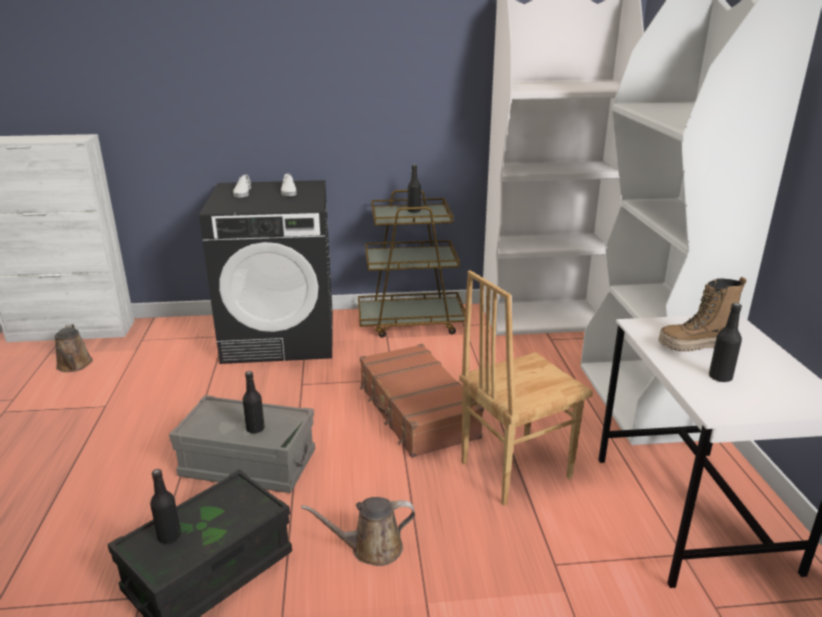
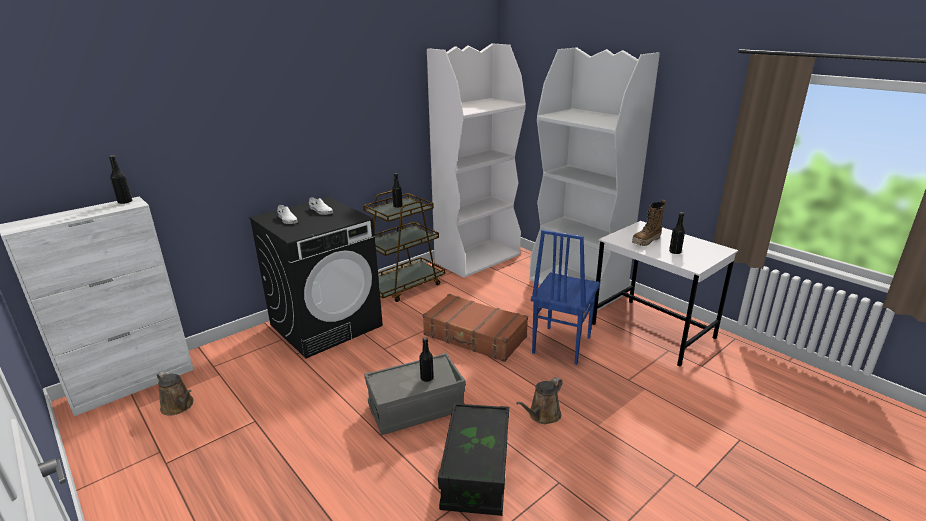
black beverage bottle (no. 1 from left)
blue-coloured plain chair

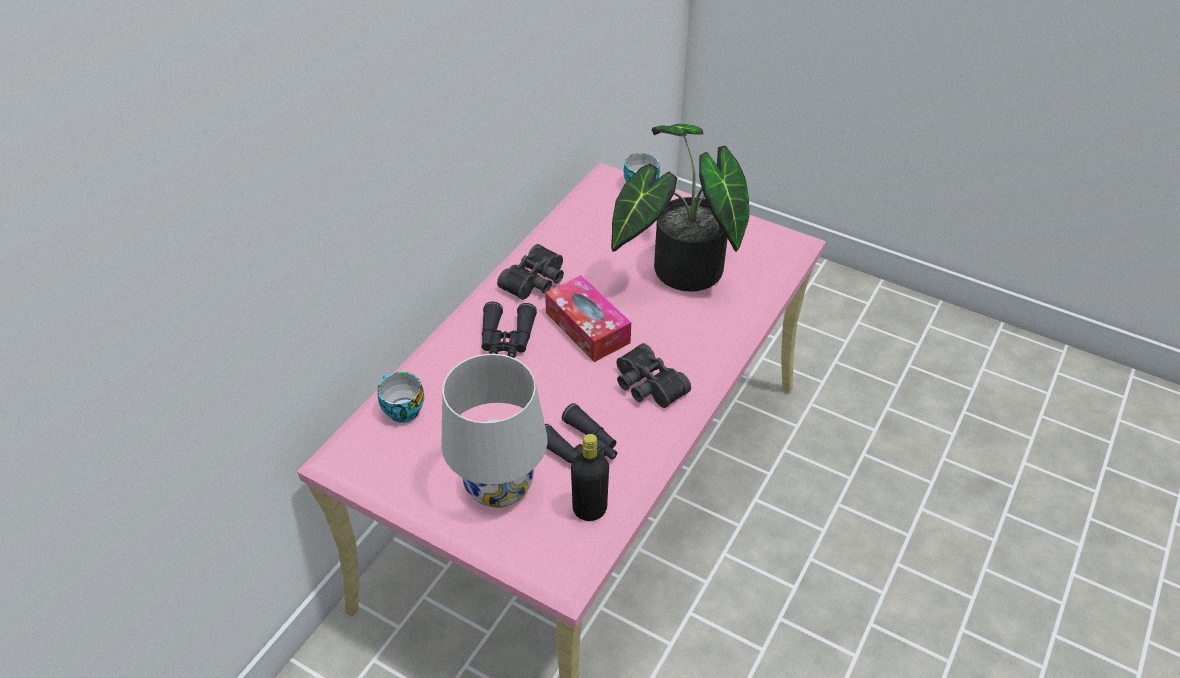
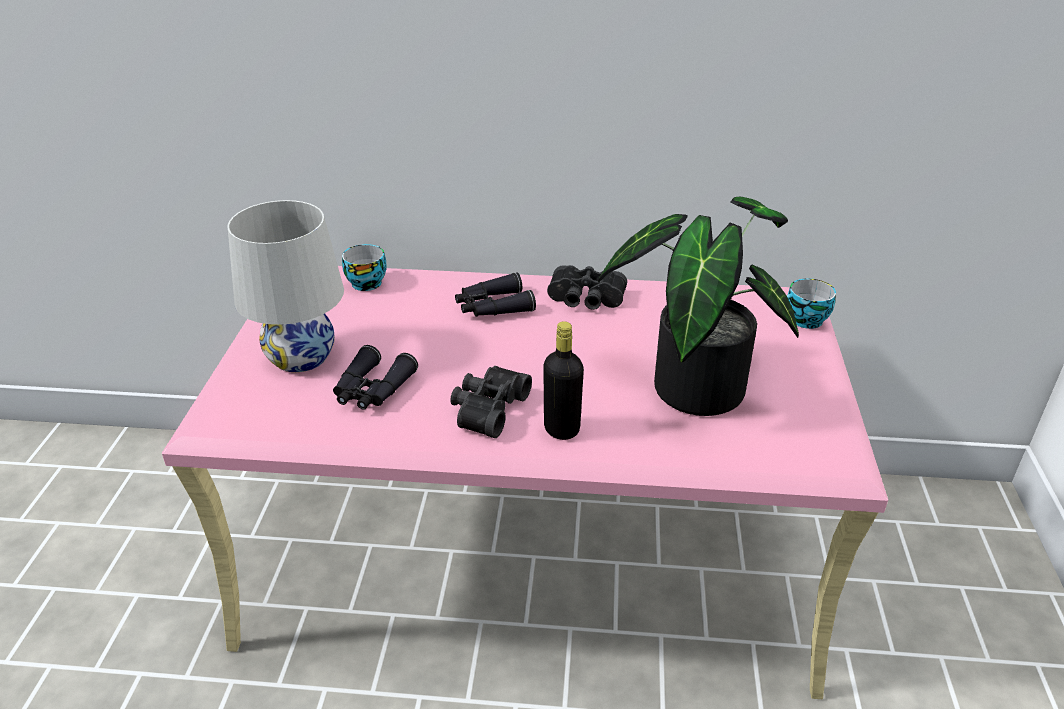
black beverage bottle
tissue holder

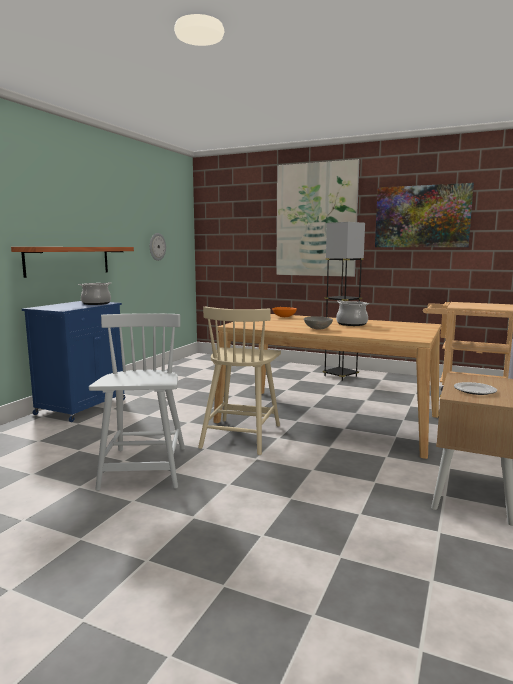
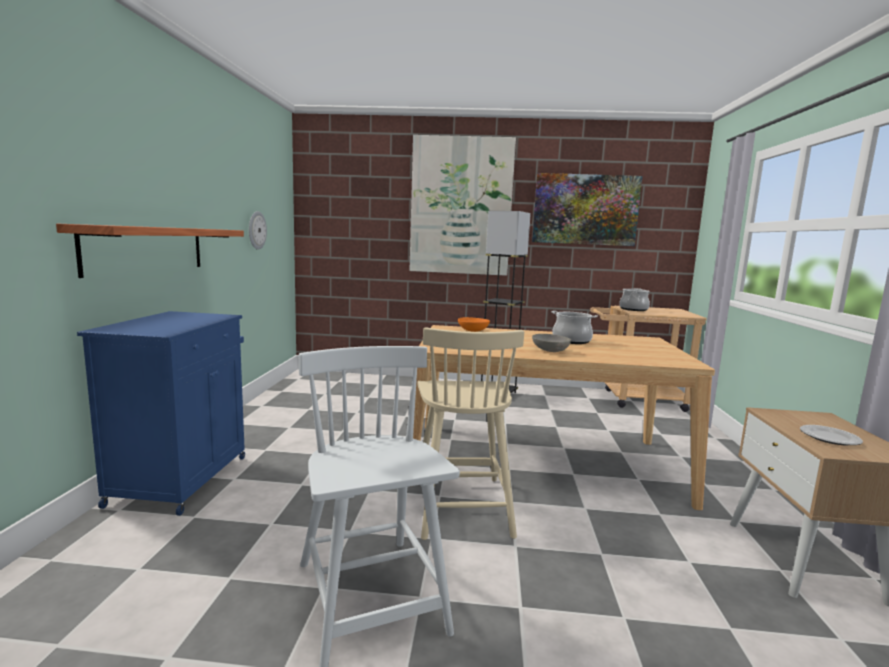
cooking pot (no. 2 from left)

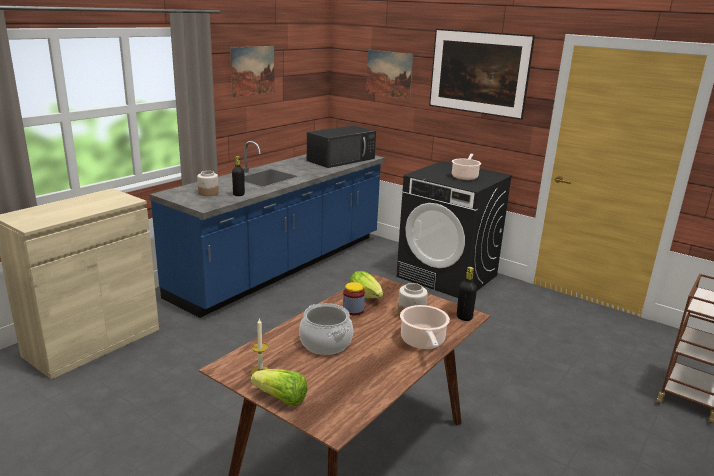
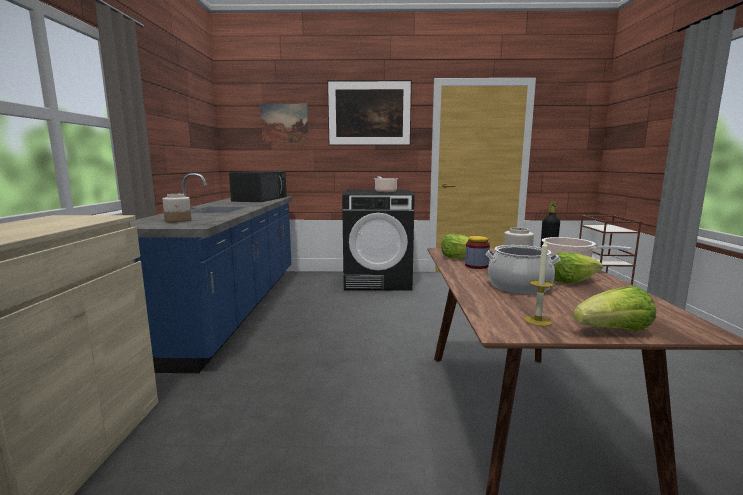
head of lettuce (no. 2 from left)
wall art (no. 1 from left in the first image)
black beverage bottle (no. 1 from left in the first image)

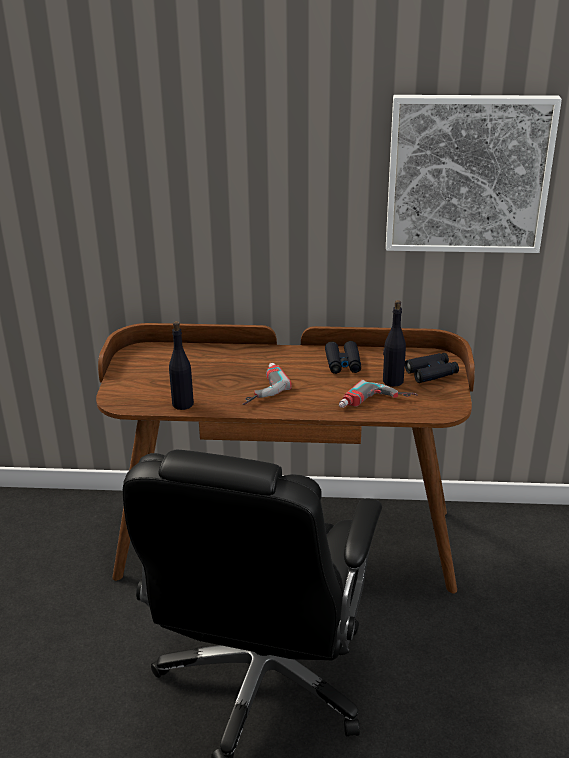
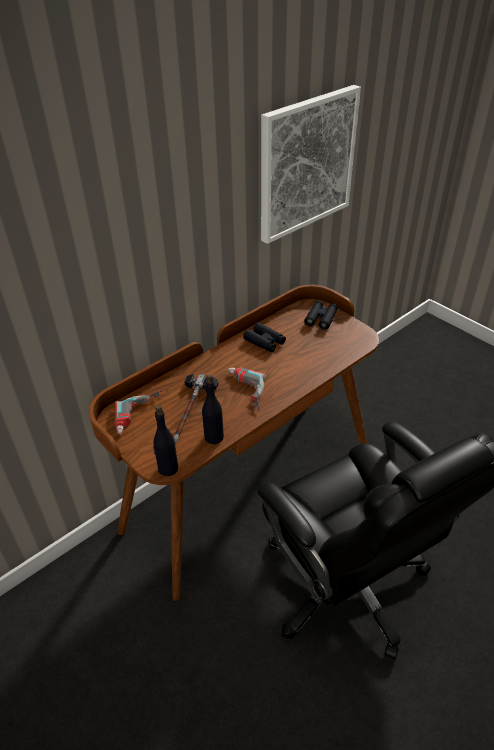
electric drill (no. 1 from left)
black beverage bottle (no. 1 from left)
tool hammer

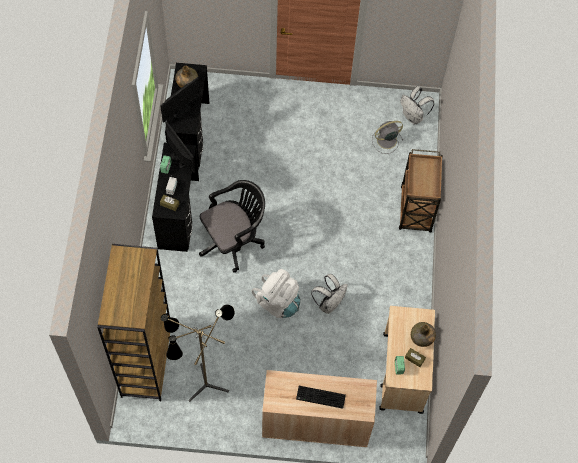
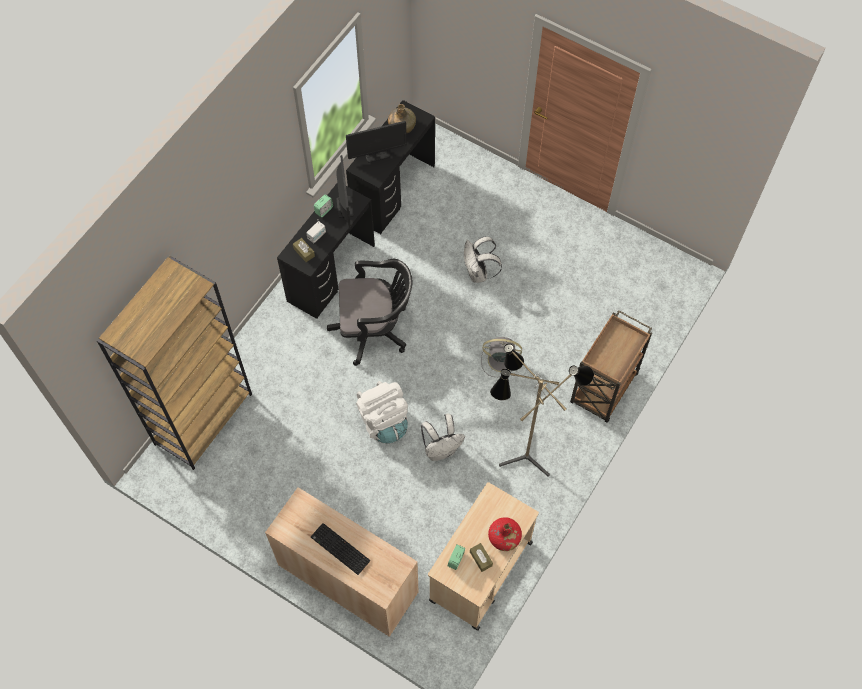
white backpack (no. 3 from left)
gray electric fan
red beverage bottle
standing lamp

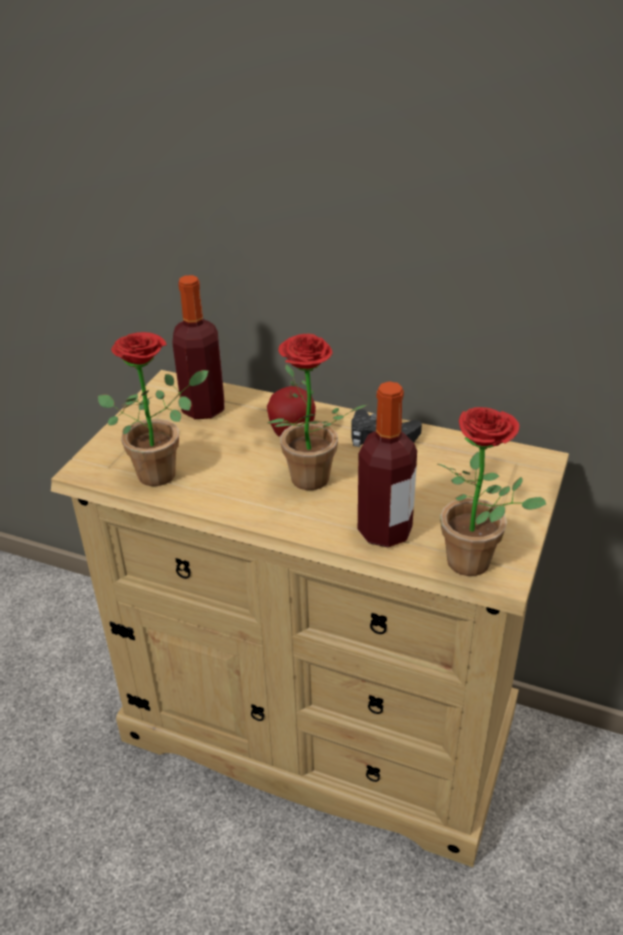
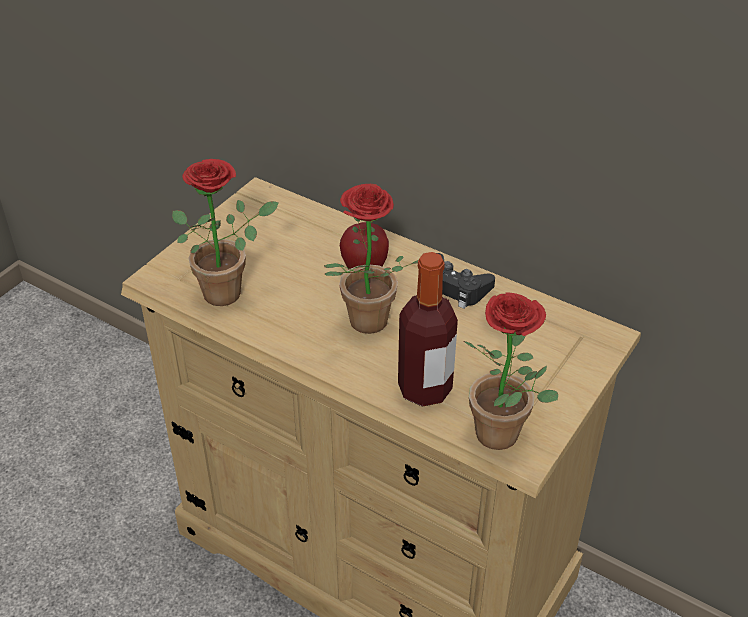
beverage bottle (no. 1 from left in the first image)

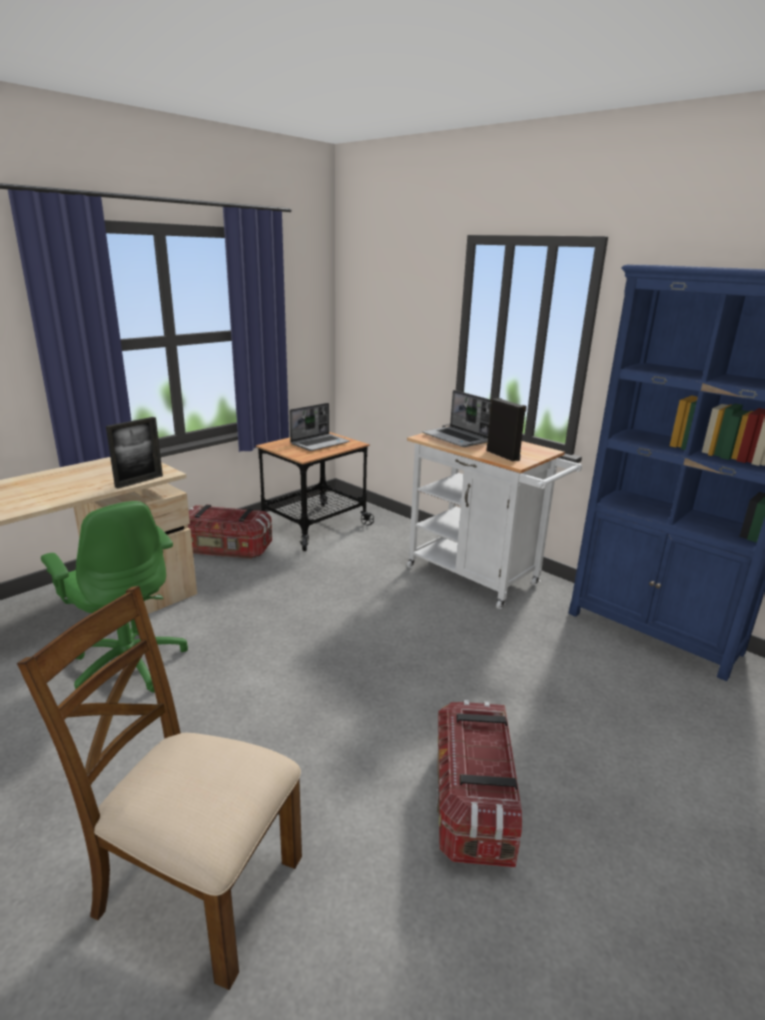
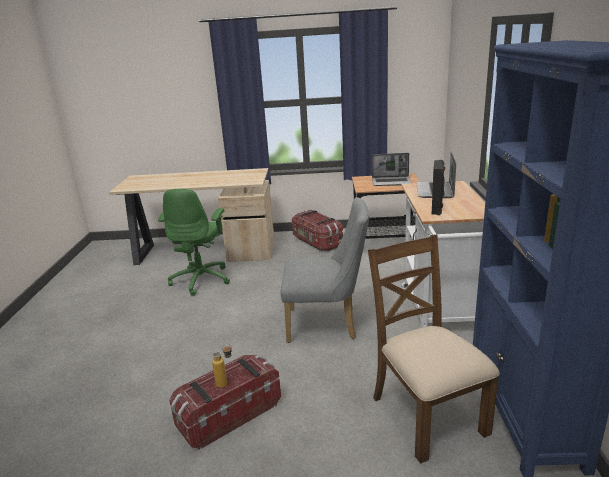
beverage bottle
gray plain chair
brown-coloured plain chair
photo frame

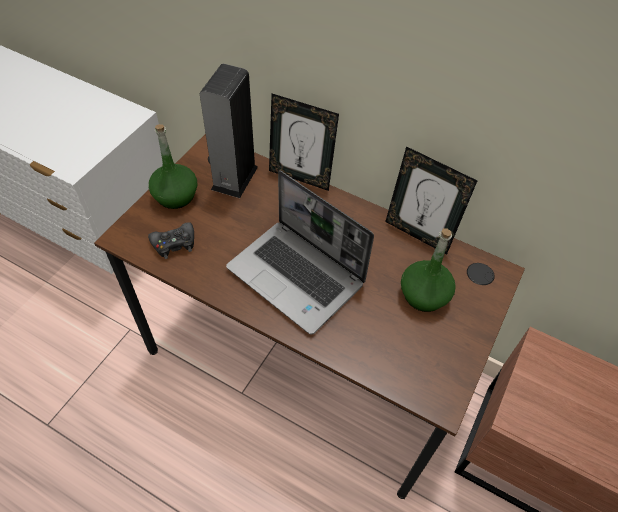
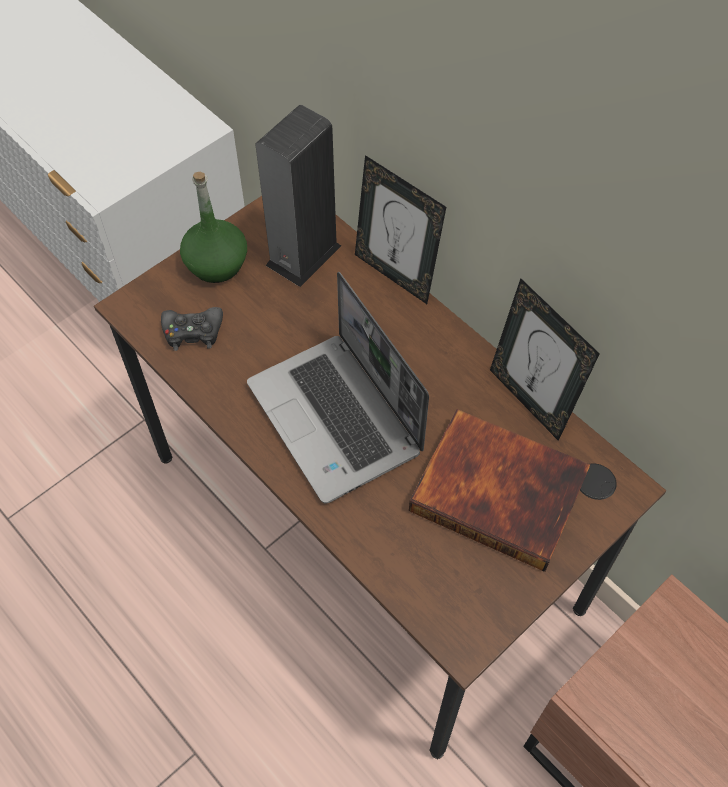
volume

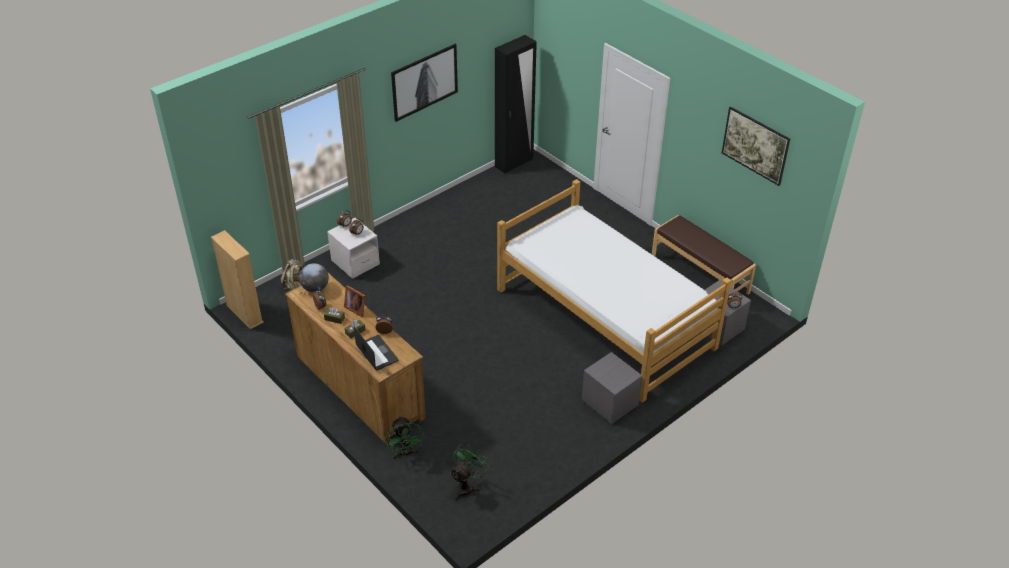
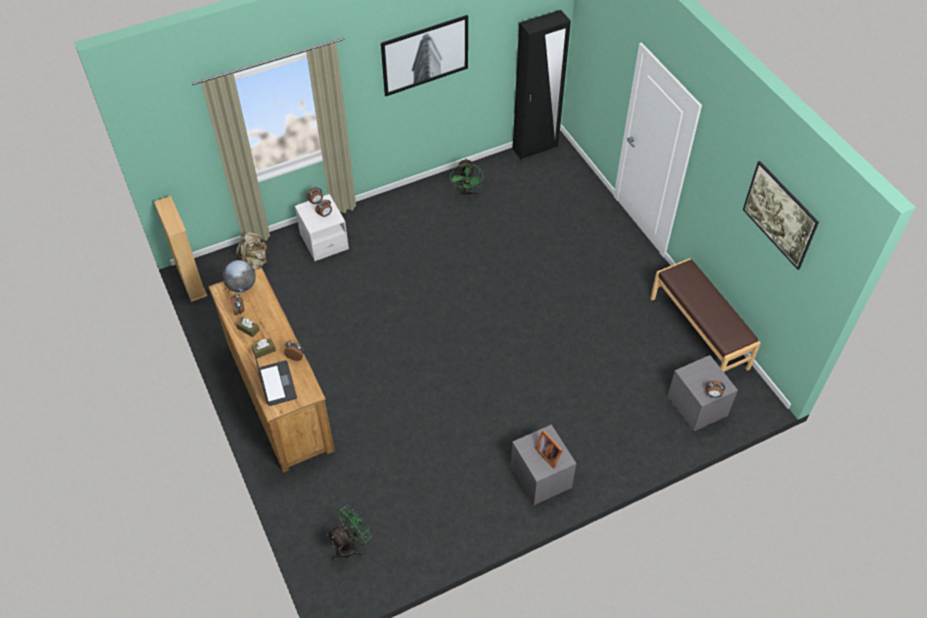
greenish electric fan (no. 2 from left)
photo frame
bed

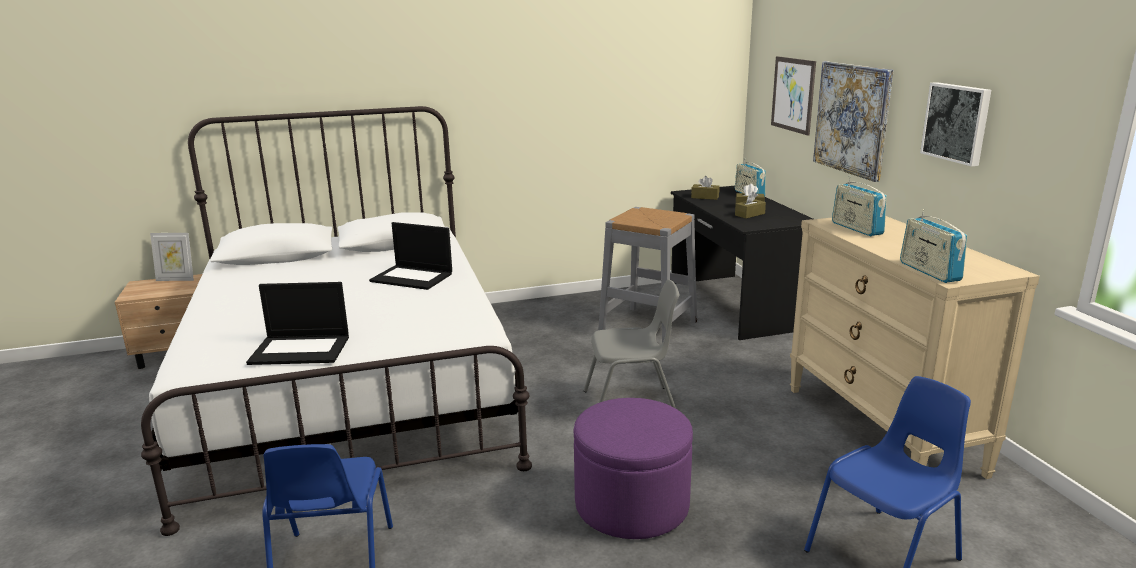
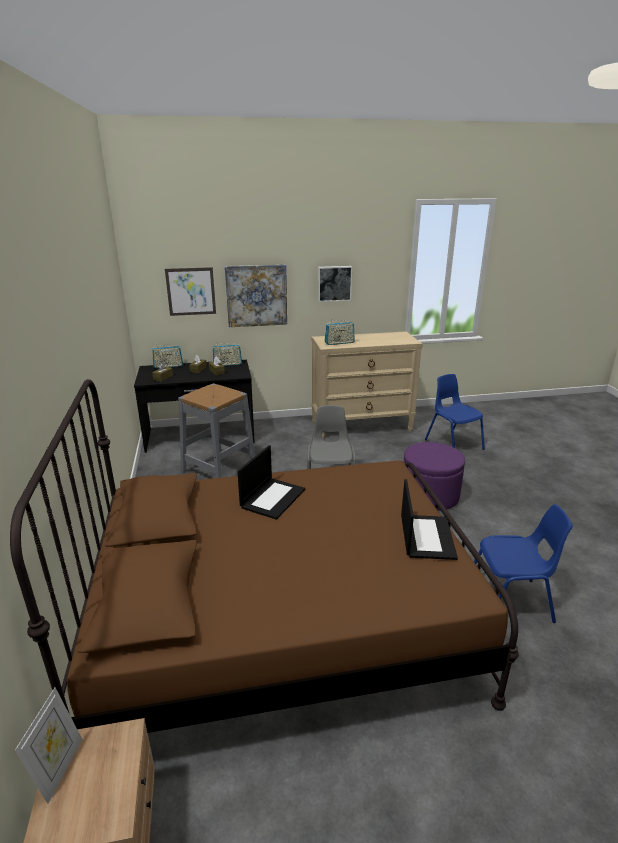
brown-coloured bed
radio receiver (no. 2 from left)

